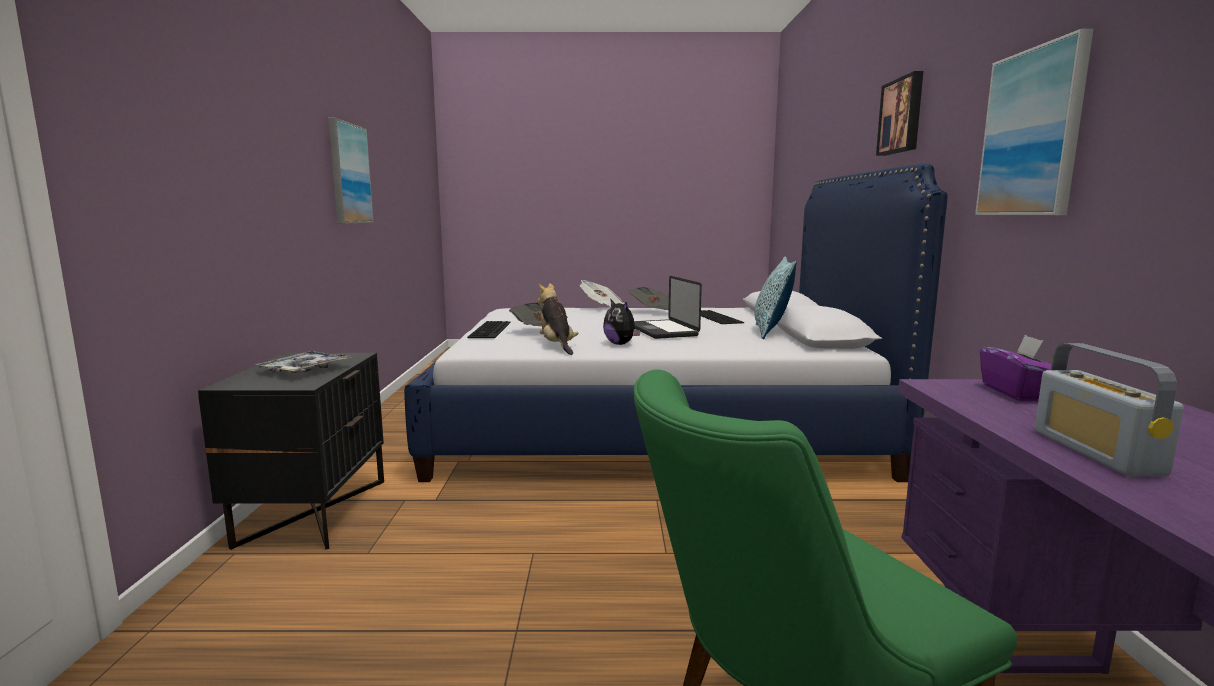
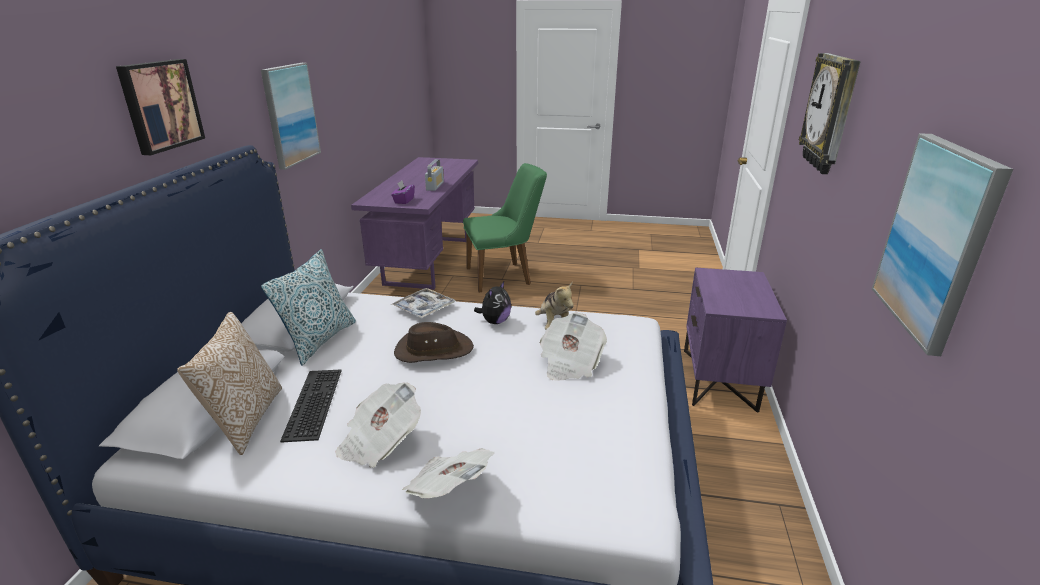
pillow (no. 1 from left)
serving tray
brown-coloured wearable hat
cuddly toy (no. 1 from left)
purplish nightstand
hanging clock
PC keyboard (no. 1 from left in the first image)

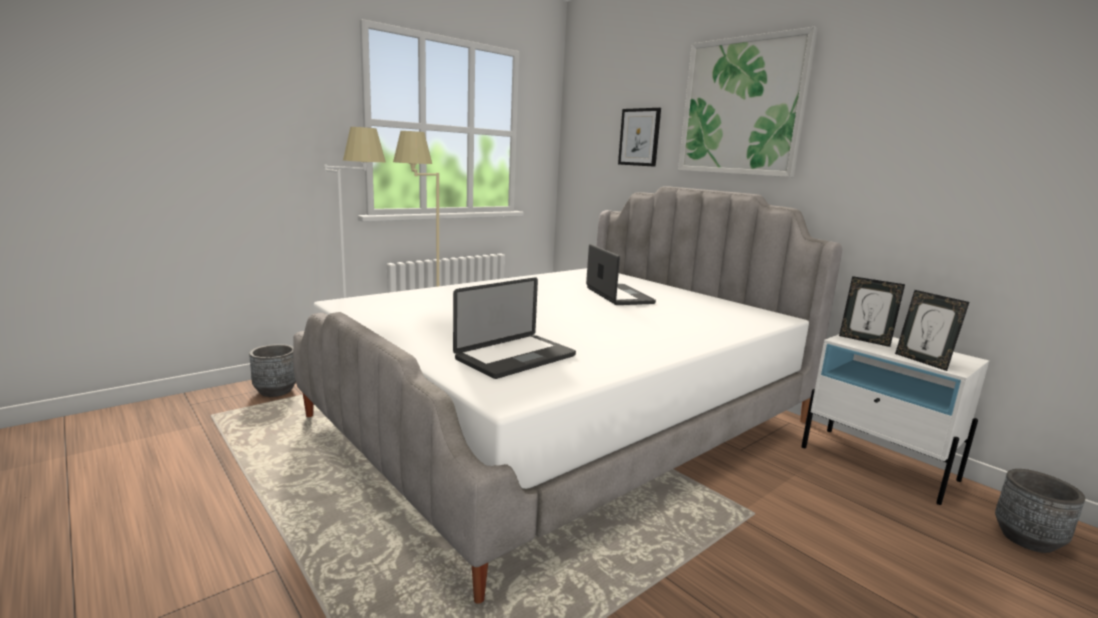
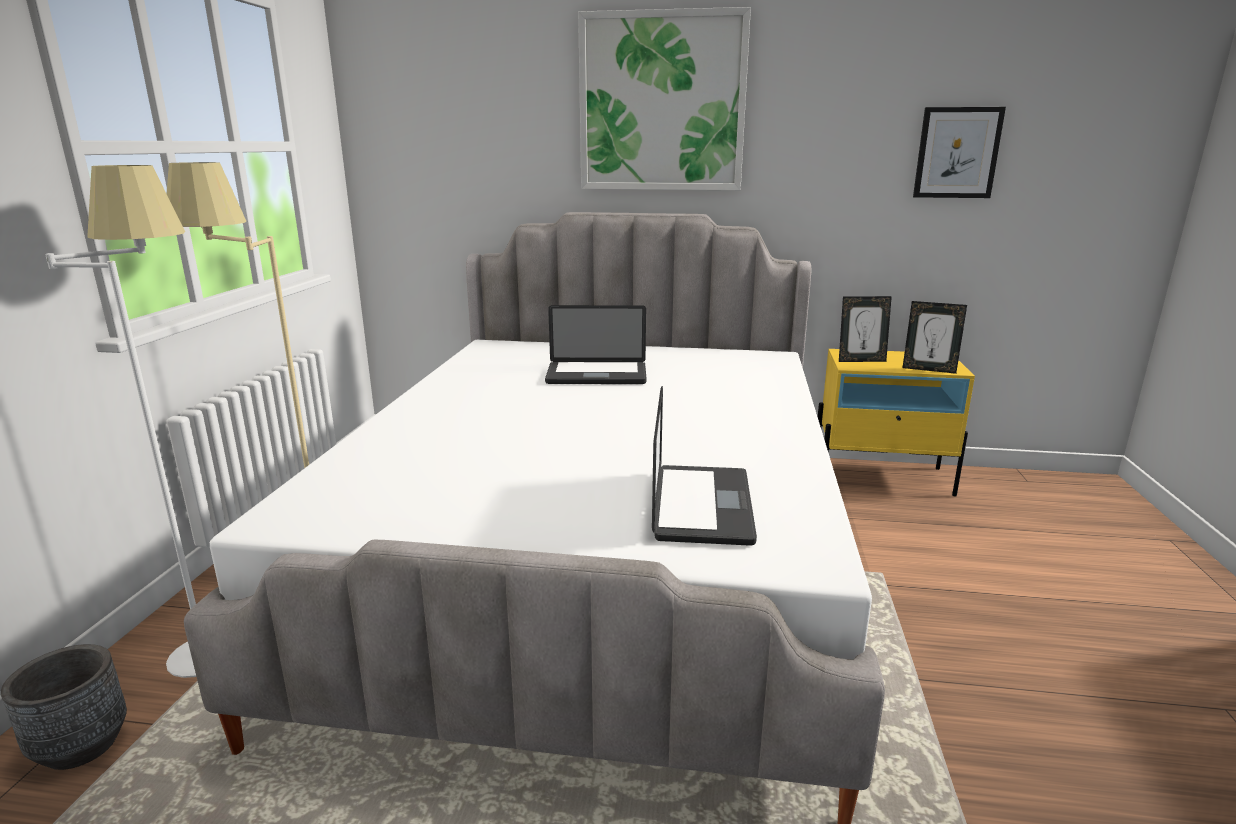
laptop (no. 1 from left)
yellow-coloured nightstand
wall art (no. 2 from left)
gray planter (no. 2 from left in the first image)

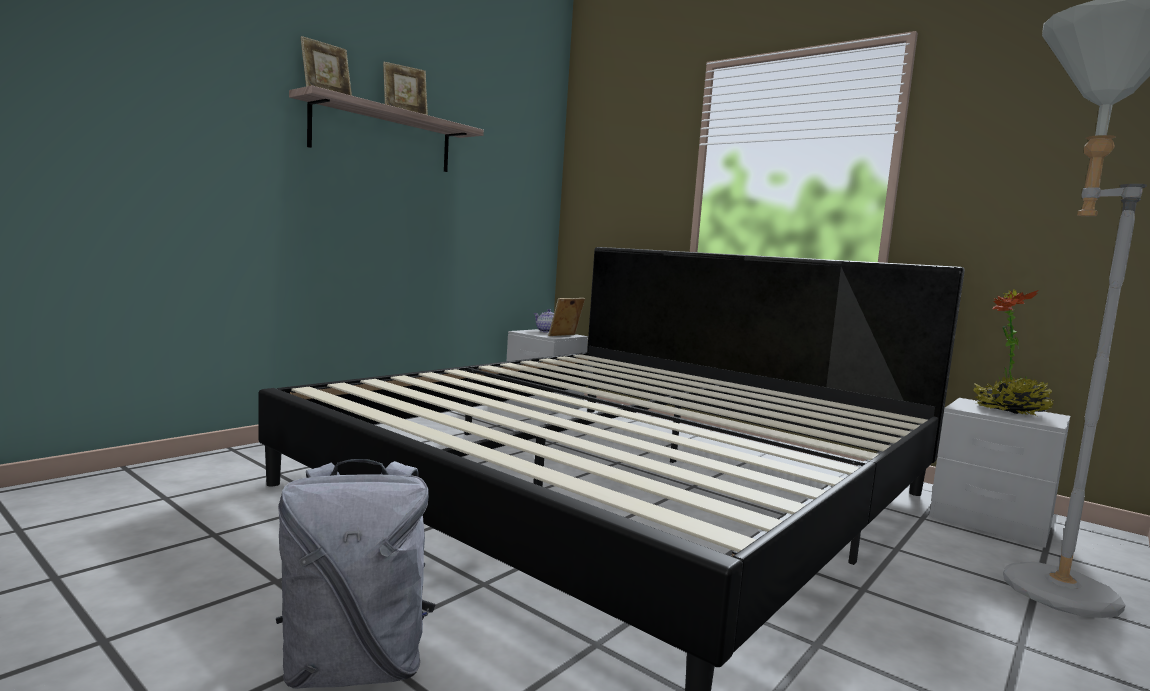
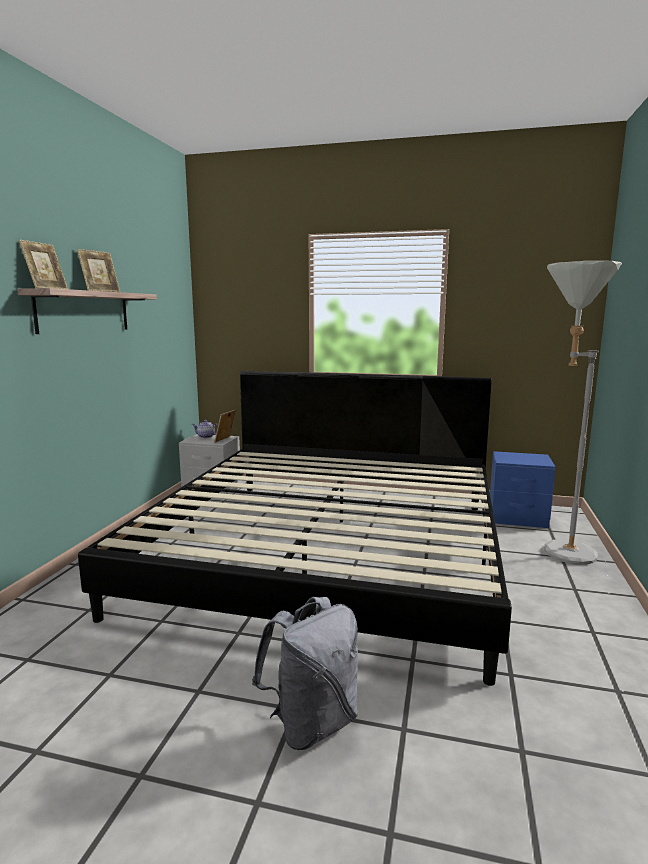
blue-coloured nightstand
plant in a pot

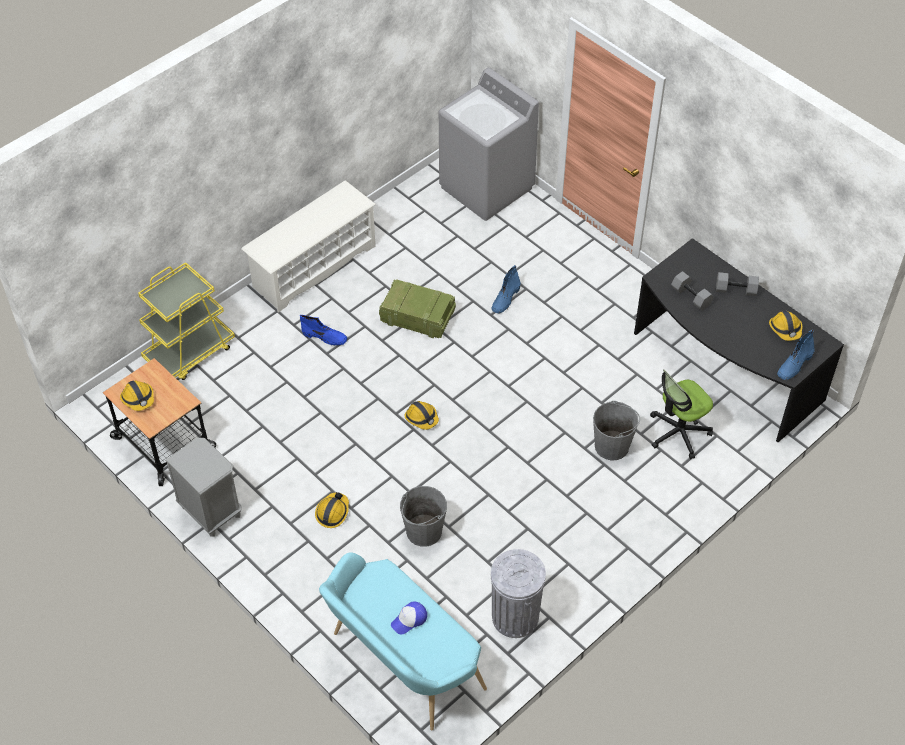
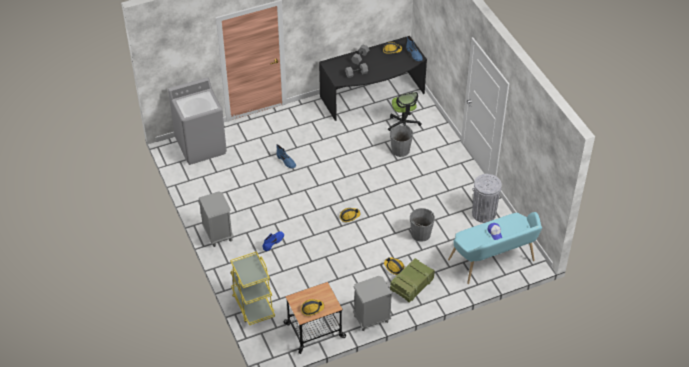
gray nightstand (no. 1 from left)
crate

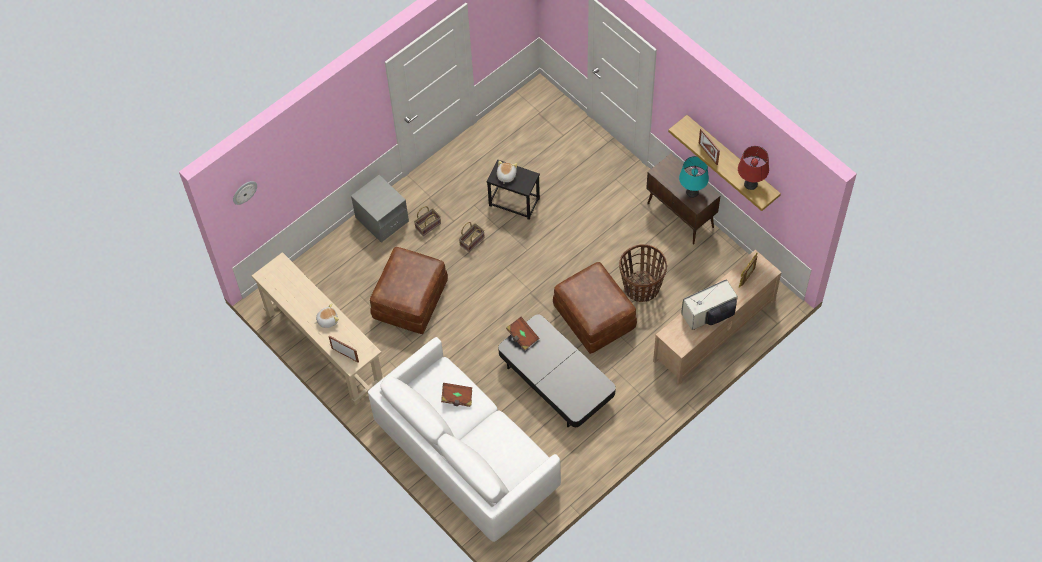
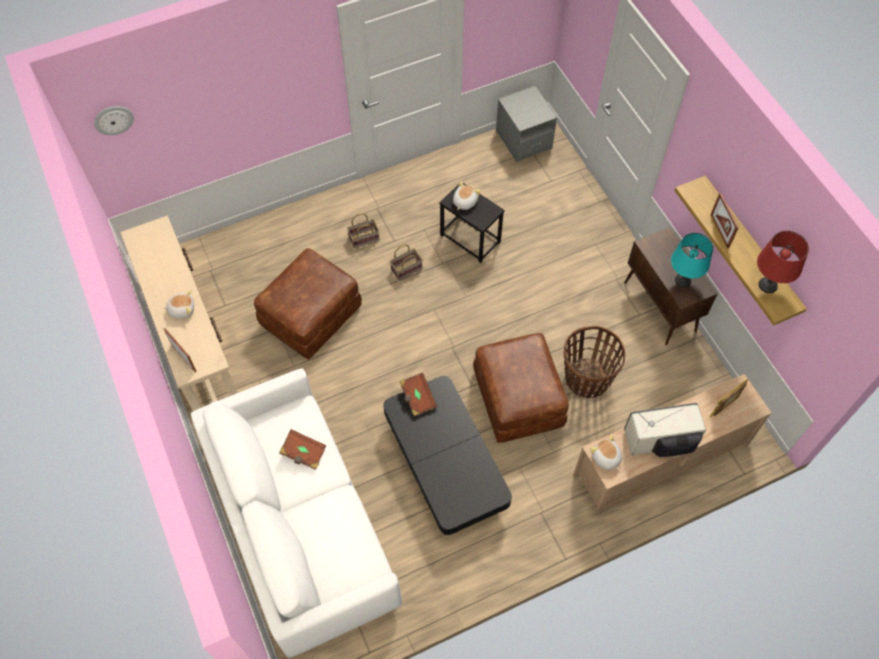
gray nightstand
cuddly toy (no. 3 from left)

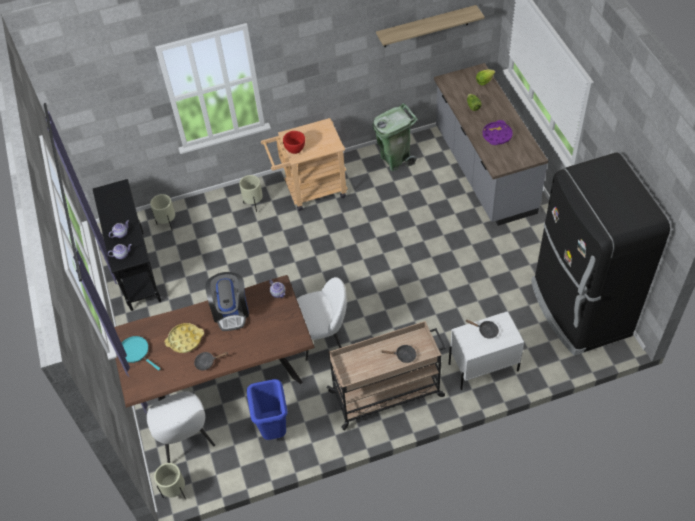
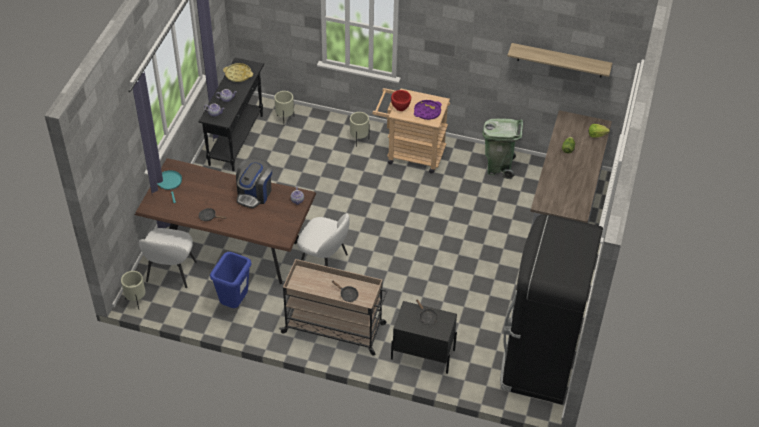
yellow-coloured serving tray
black nightstand
purplish serving tray

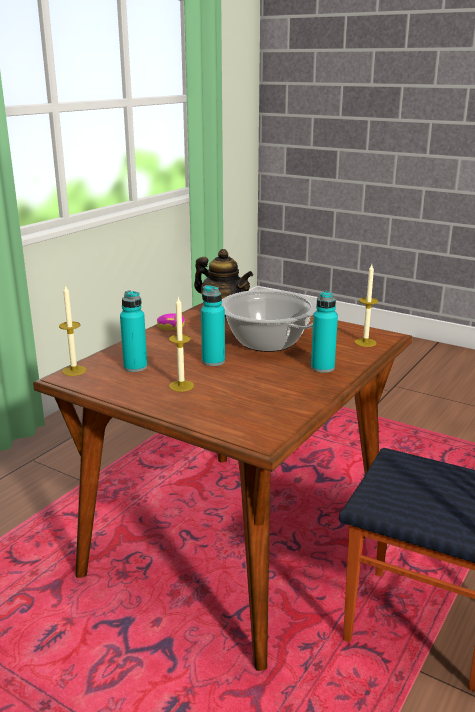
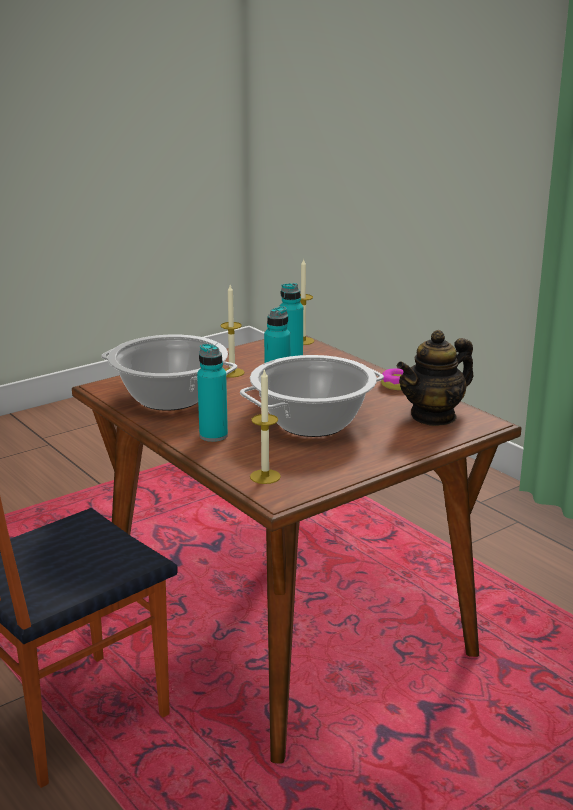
cooking pot (no. 1 from left)

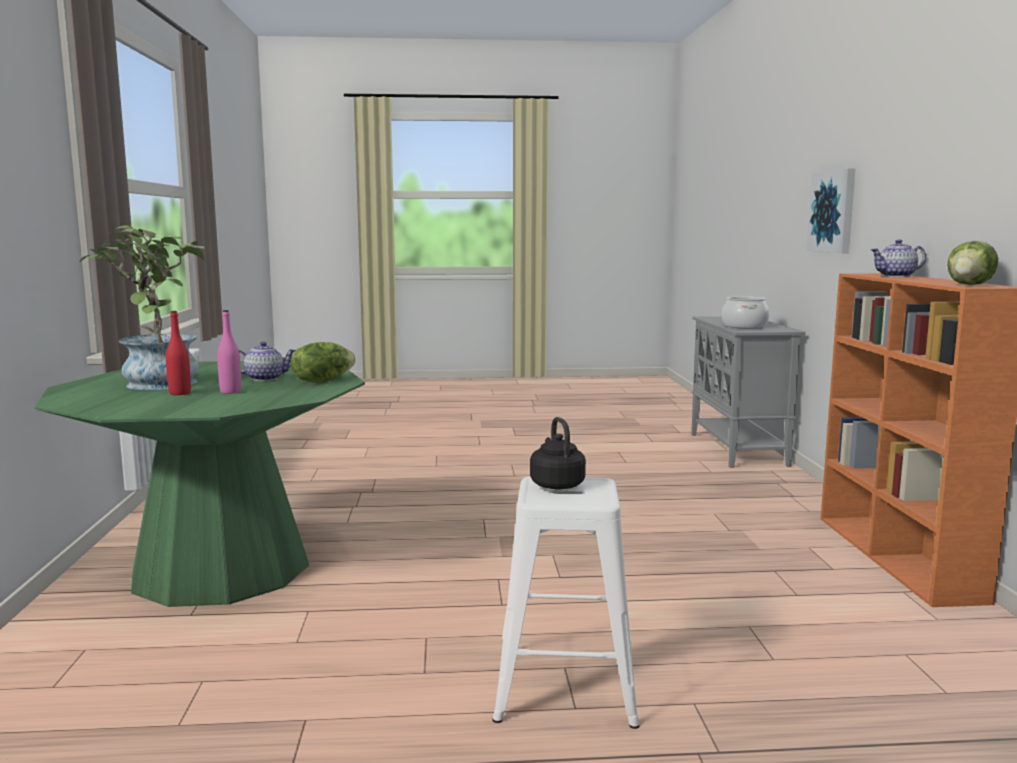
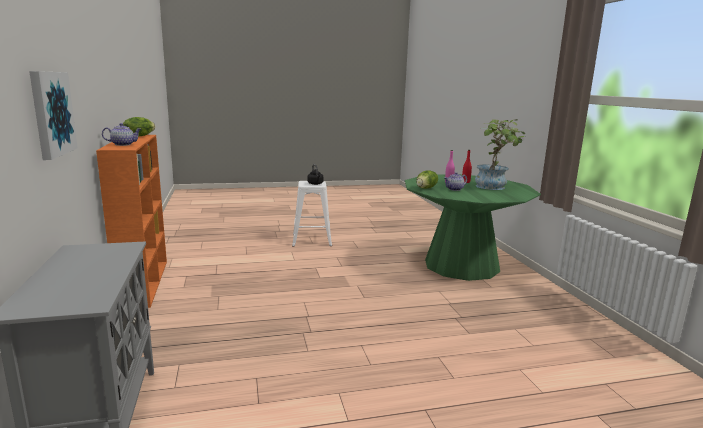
cooking pot

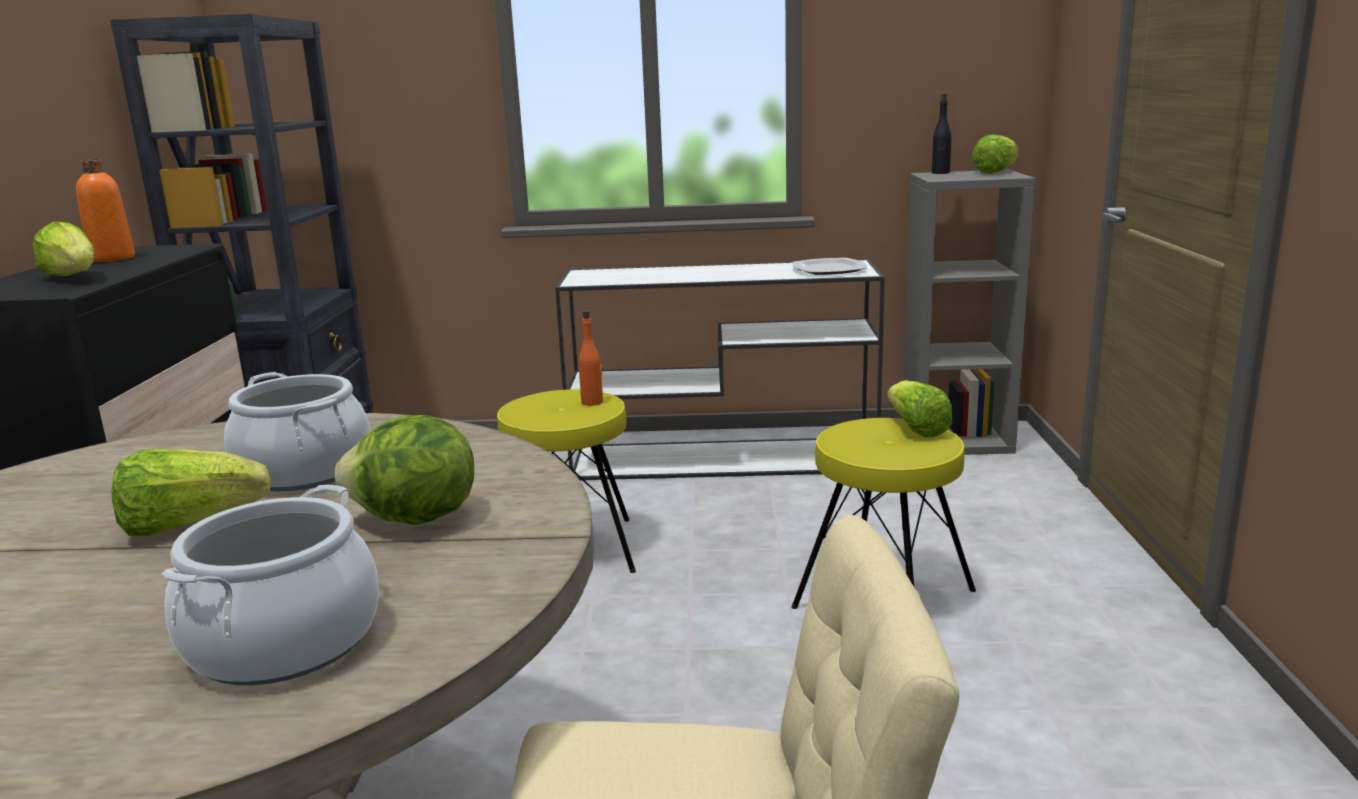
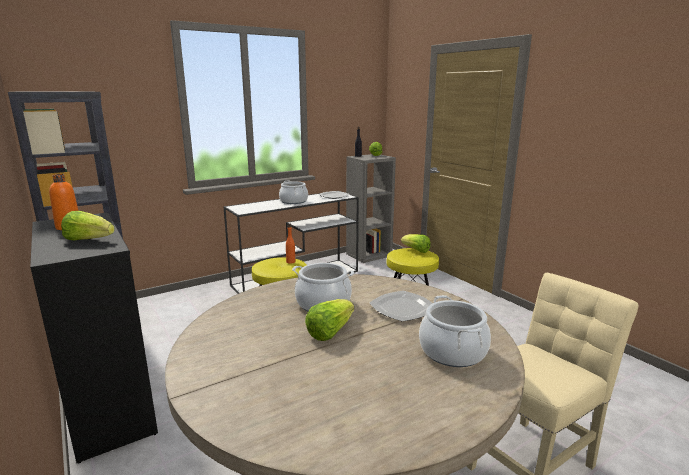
cooking pot (no. 1 from left)
plate (no. 2 from left)

